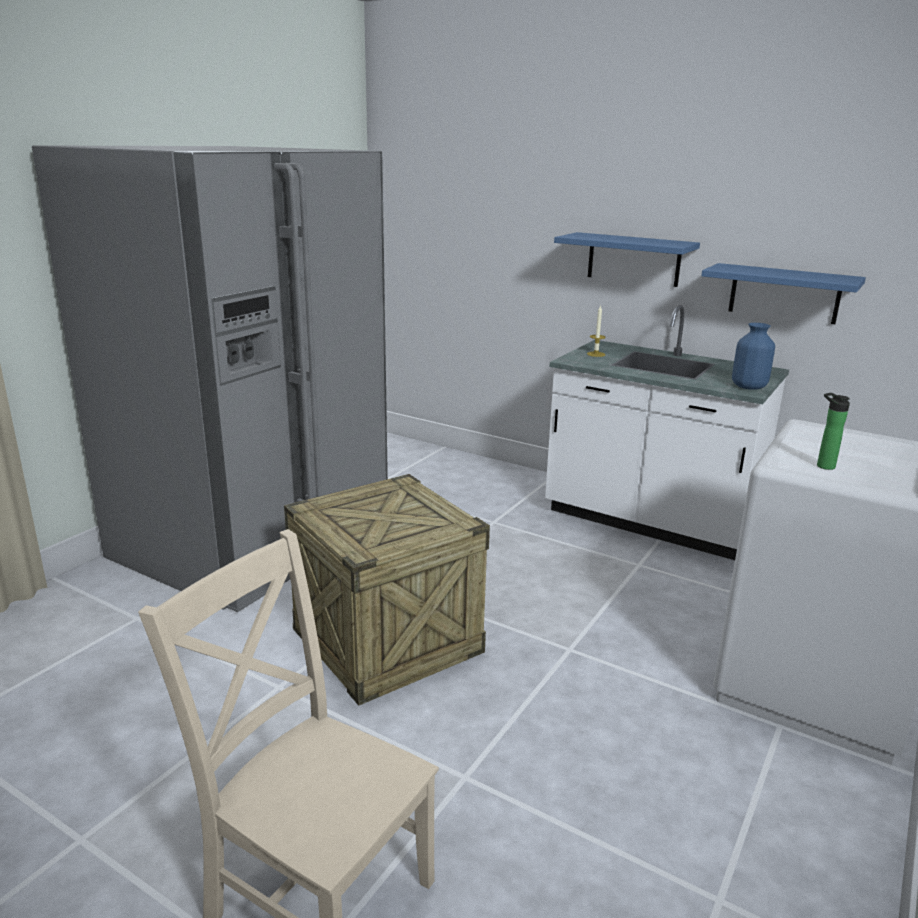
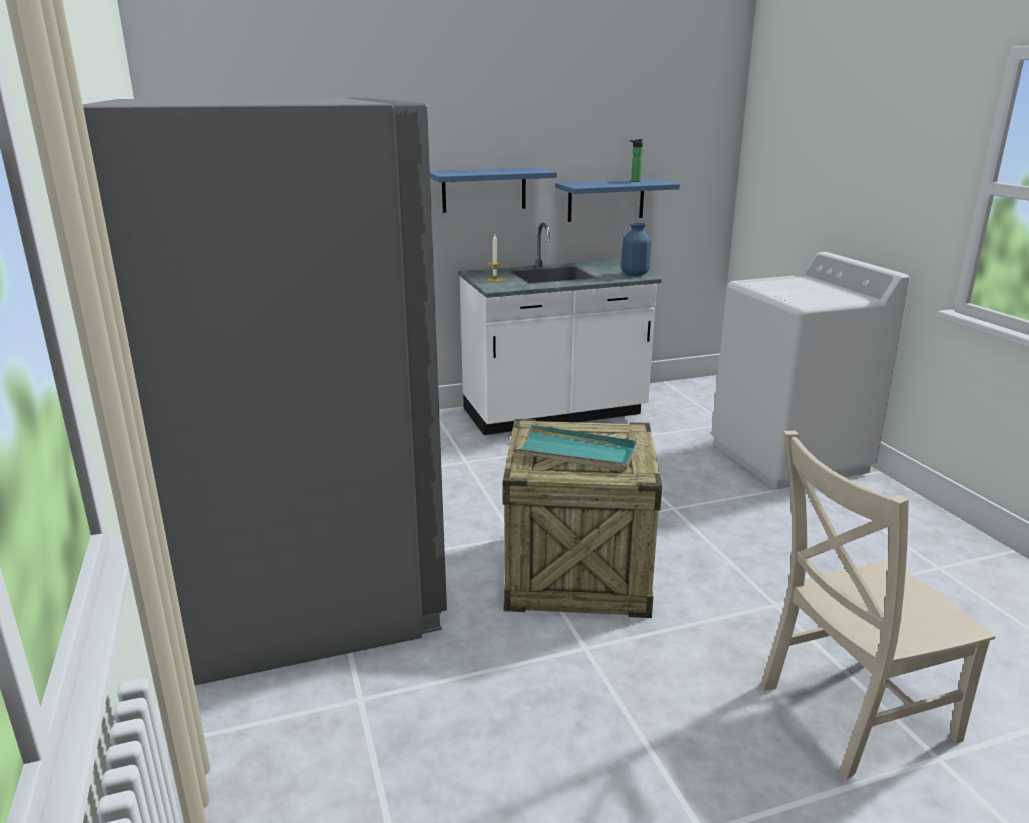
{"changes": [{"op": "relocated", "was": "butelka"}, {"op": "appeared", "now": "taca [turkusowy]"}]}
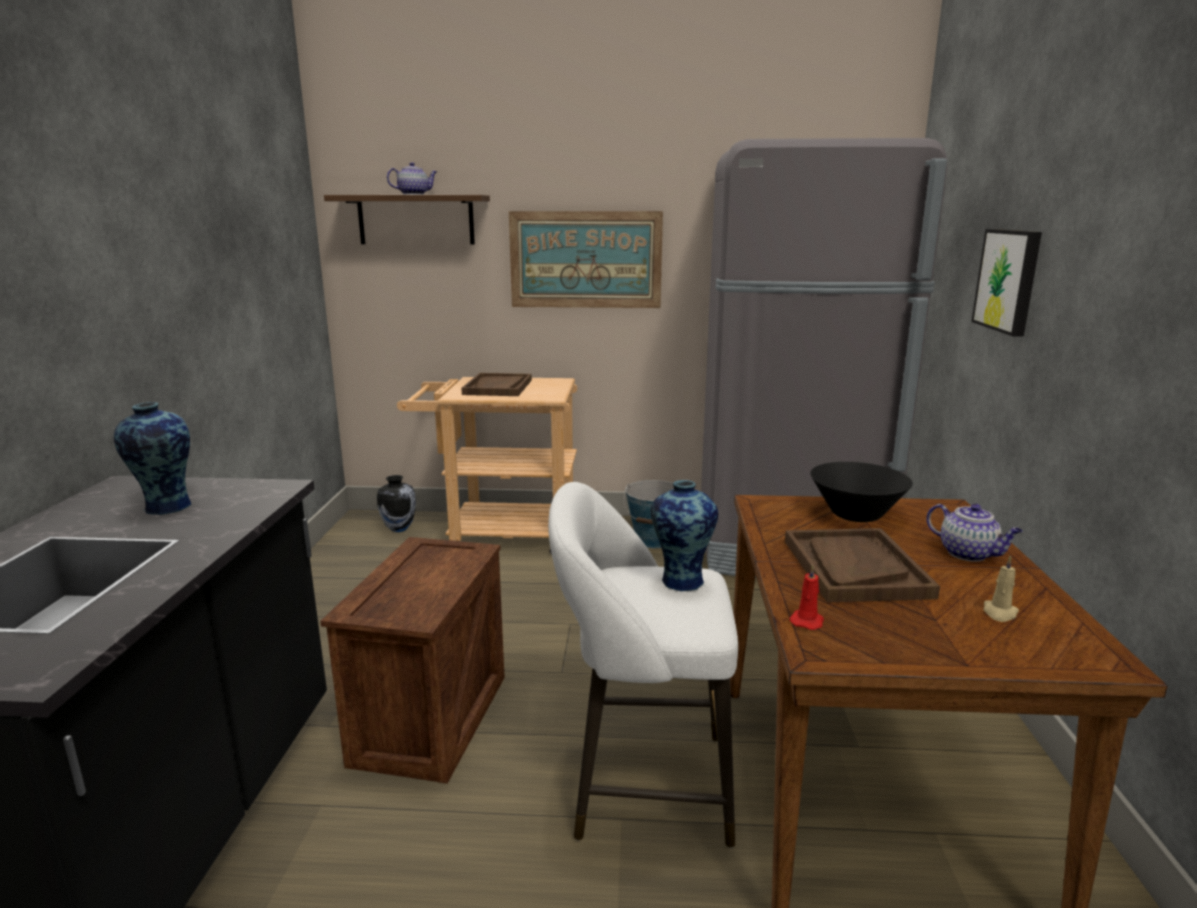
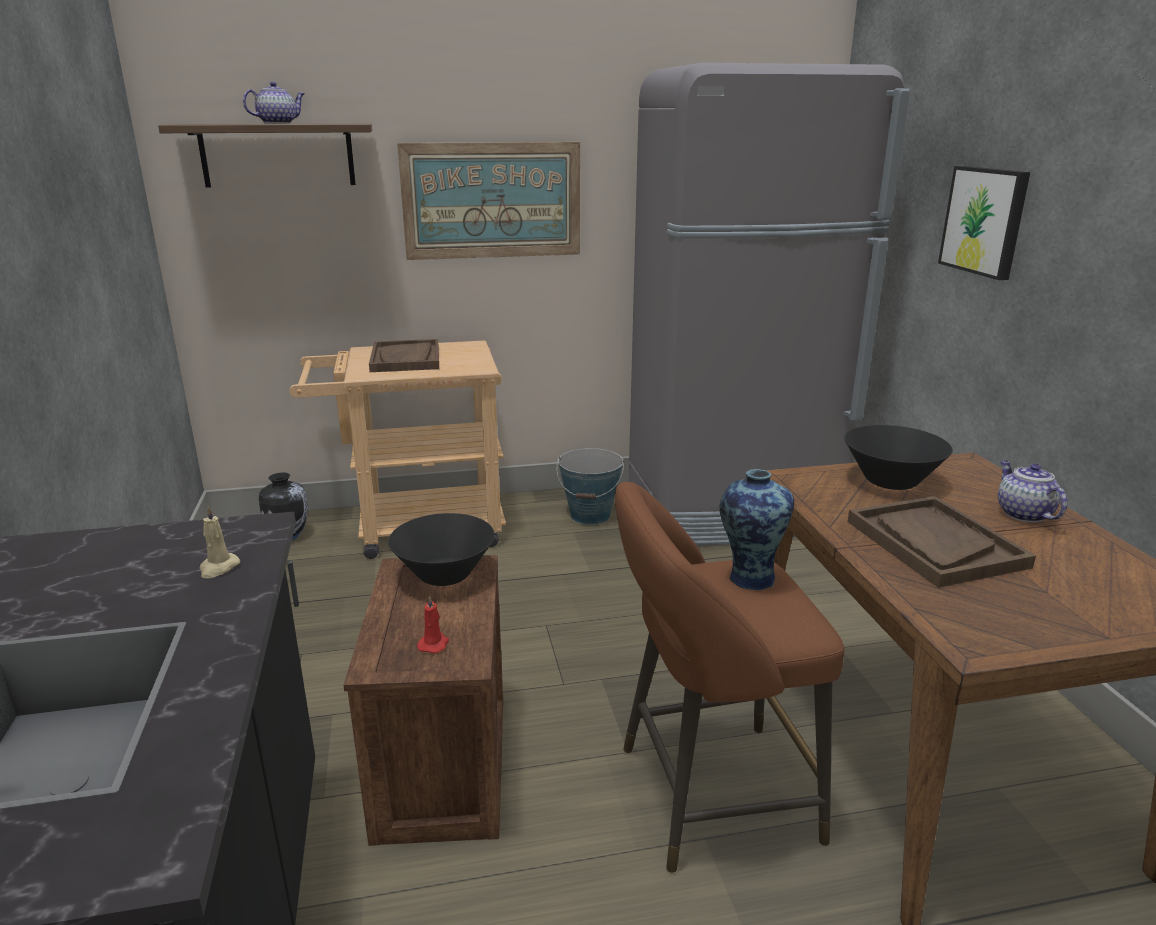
{"changes": [{"op": "missing", "was": "wazon (no. 1 from left)"}, {"op": "colour", "was": "stołek [biały]", "now": "stołek [brązowy]"}, {"op": "relocated", "was": "świeca [czerwony]"}, {"op": "spun", "was": "imbryk (no. 2 from left)", "clockwise": -135}, {"op": "relocated", "was": "świeca [beżowy]"}, {"op": "appeared", "now": "miska [czarny] (no. 1 from left)"}]}
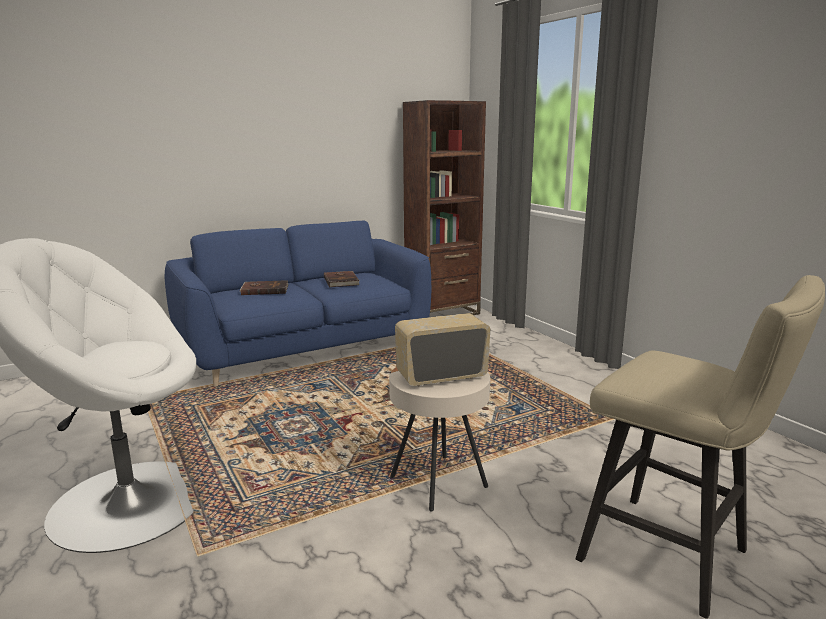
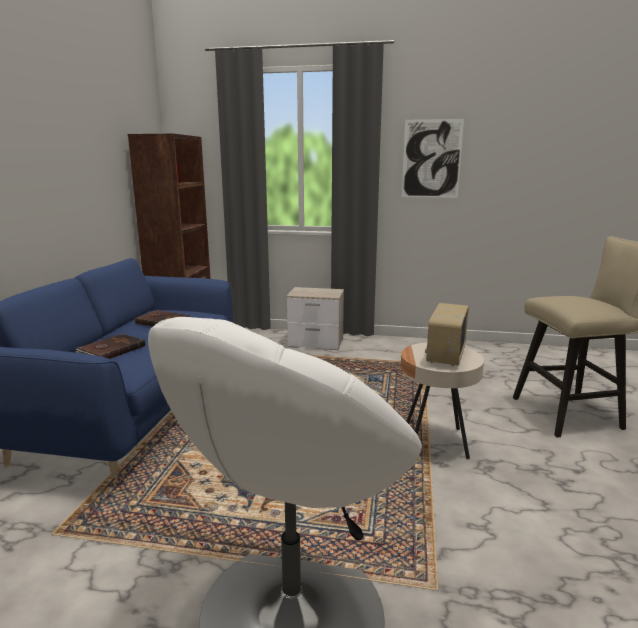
{"changes": [{"op": "appeared", "now": "szafka nocna"}, {"op": "appeared", "now": "obraz"}]}
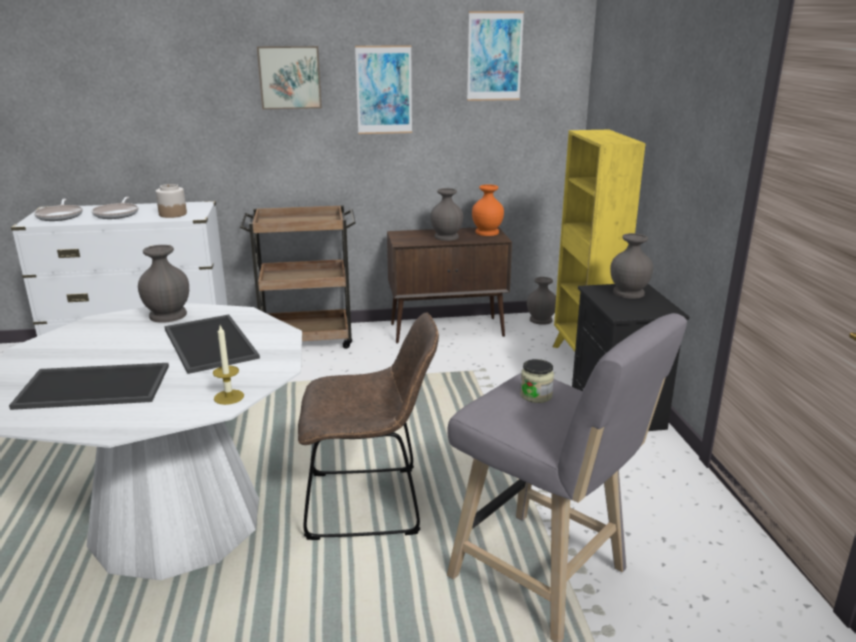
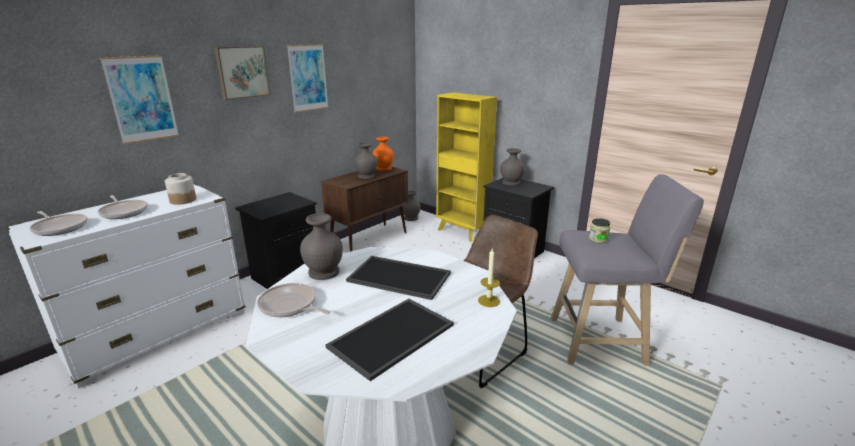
{"changes": [{"op": "exchanged", "was": "wózek [brązowy]", "now": "szafka nocna [czarny] (no. 1 from left)"}, {"op": "relocated", "was": "obraz (no. 3 from left in the first image)", "now": "obraz (no. 1 from left)"}, {"op": "appeared", "now": "patelnia (no. 3 from left)"}]}
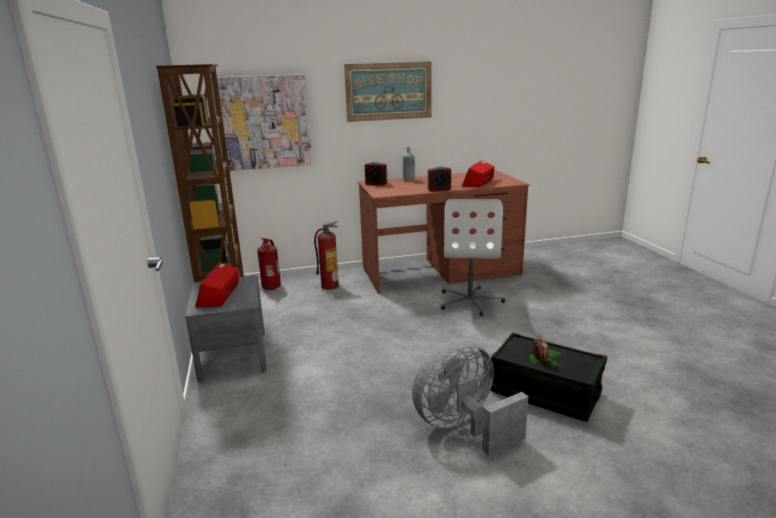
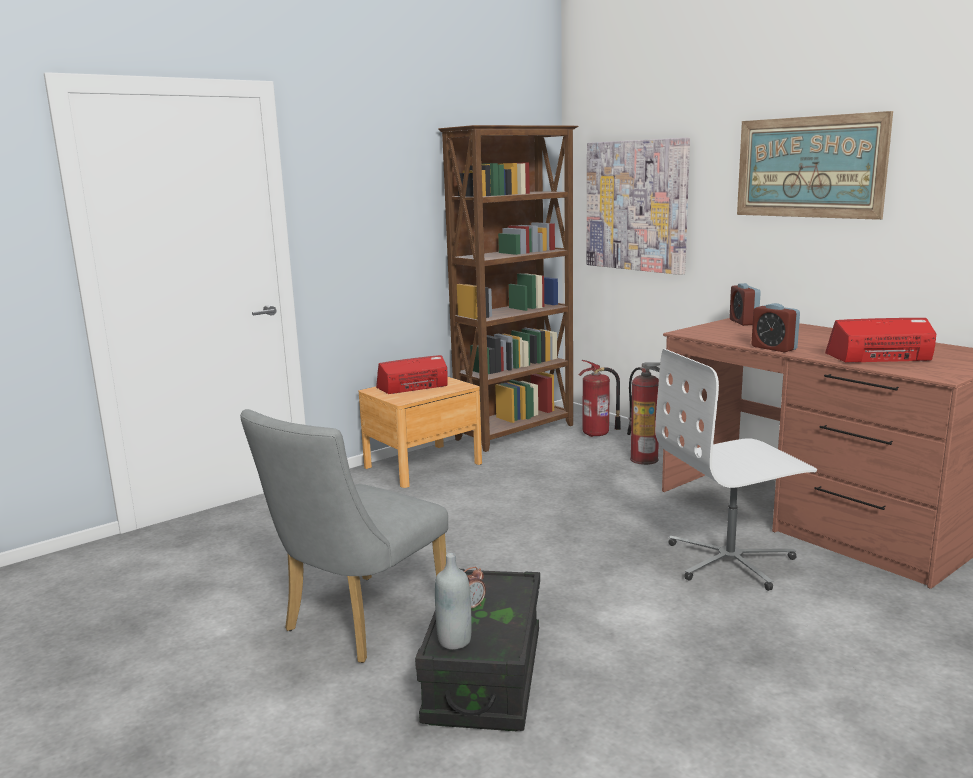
{"changes": [{"op": "colour", "was": "szafka nocna [szary]", "now": "szafka nocna [brązowy]"}, {"op": "relocated", "was": "butelka [szary]"}, {"op": "exchanged", "was": "wentylator [szary]", "now": "krzesło [szary]"}]}
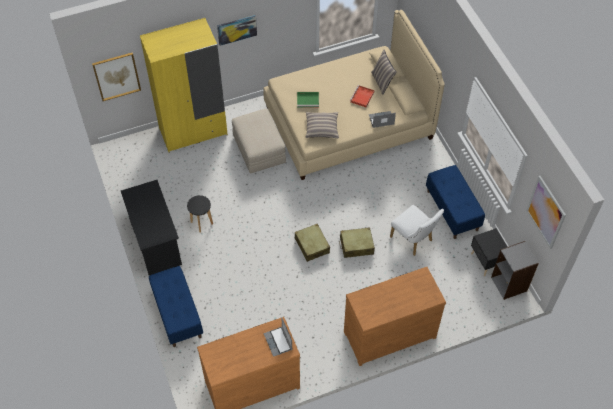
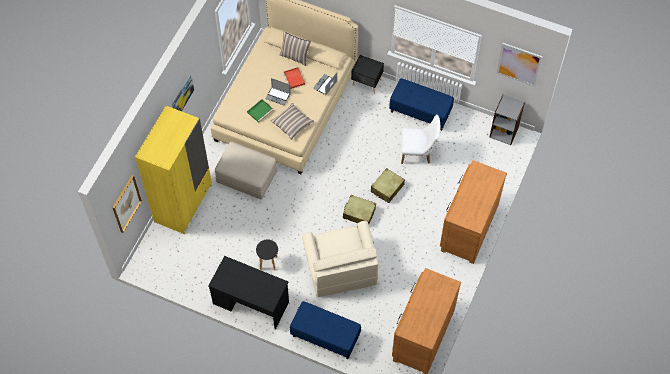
{"changes": [{"op": "relocated", "was": "laptop (no. 1 from left)"}, {"op": "relocated", "was": "szafka nocna [czarny]"}, {"op": "appeared", "now": "fotel [beżowy]"}]}
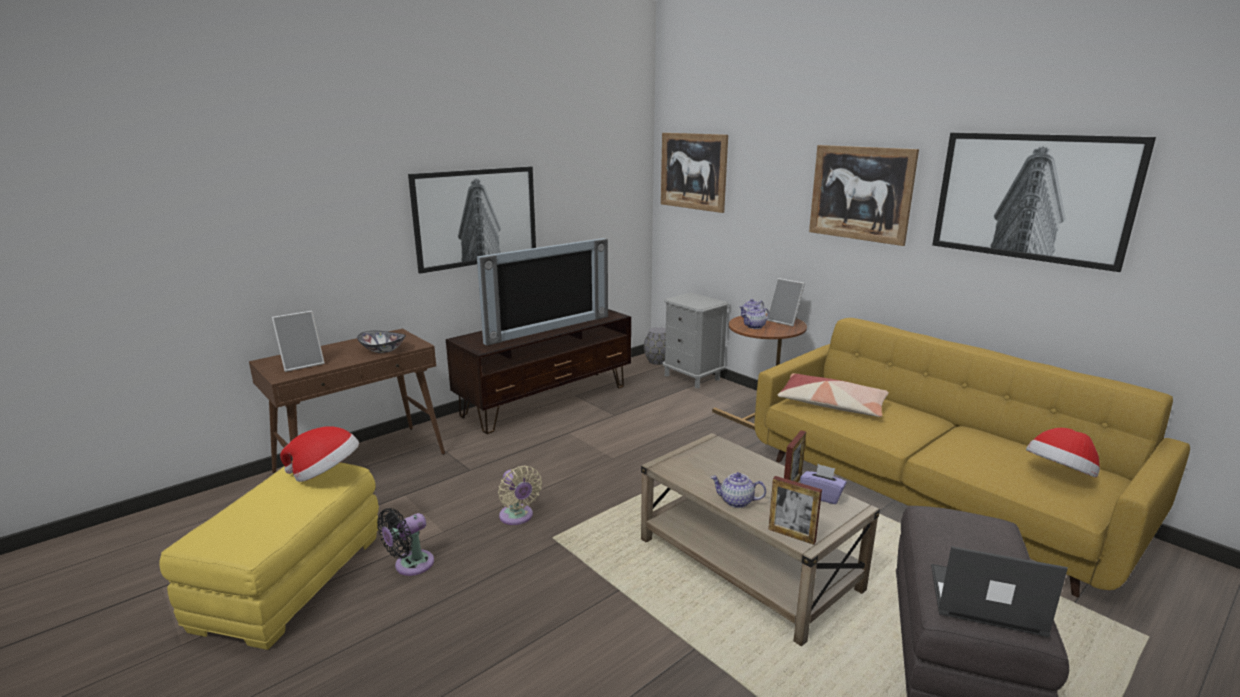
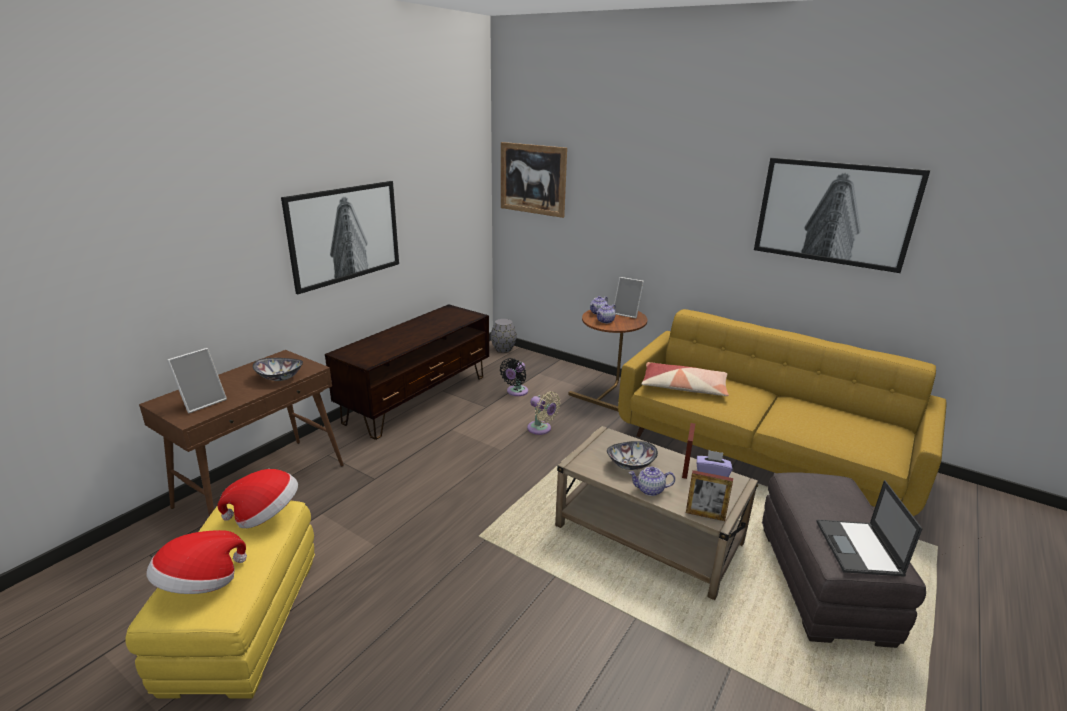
{"changes": [{"op": "relocated", "was": "wentylator [czarny]"}, {"op": "missing", "was": "telewizor"}, {"op": "relocated", "was": "wentylator [beżowy]"}, {"op": "missing", "was": "szafka nocna [szary]"}, {"op": "missing", "was": "obraz (no. 3 from left)"}, {"op": "spun", "was": "laptop", "clockwise": -90}, {"op": "relocated", "was": "kapelusz (no. 2 from left in the first image)", "now": "kapelusz (no. 1 from left)"}, {"op": "appeared", "now": "miska (no. 2 from left)"}]}
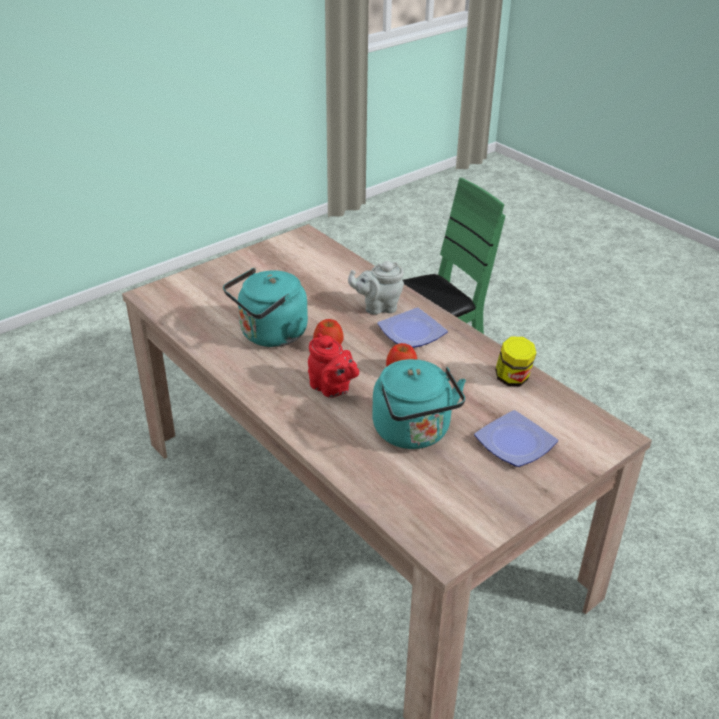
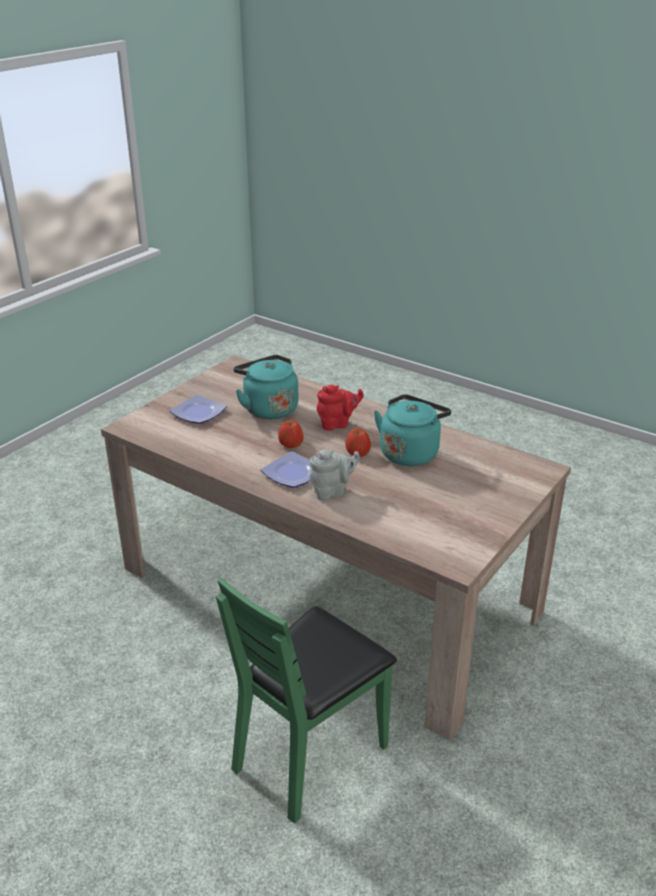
{"changes": [{"op": "spun", "was": "imbryk [czerwony]", "clockwise": 135}, {"op": "missing", "was": "słoik"}]}
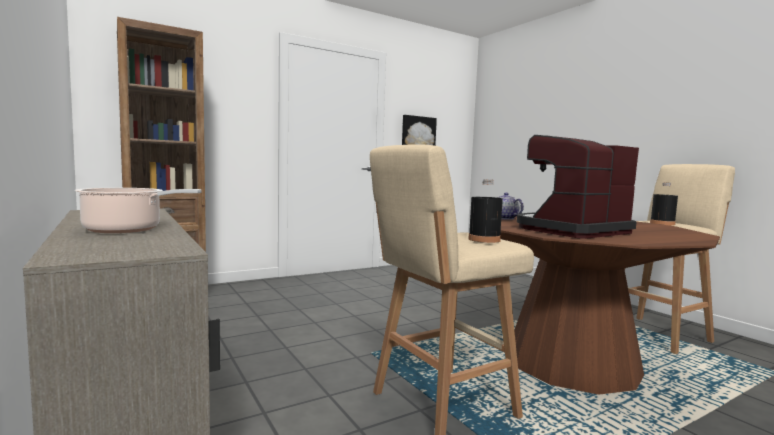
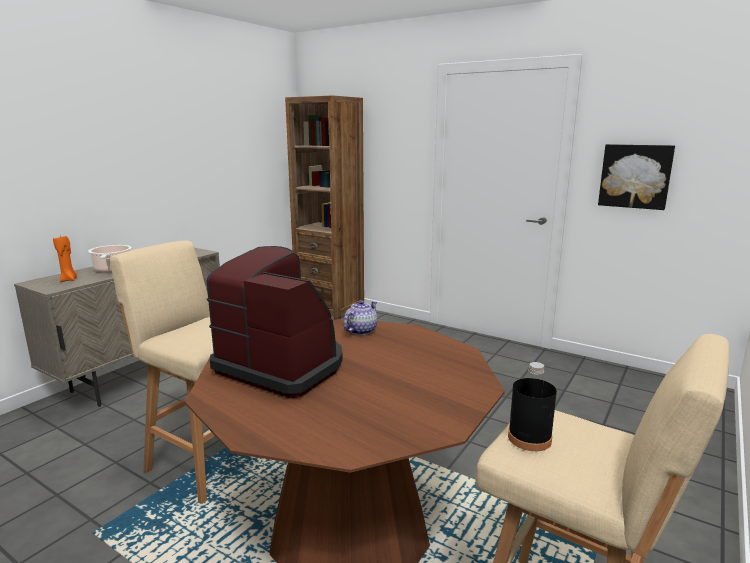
{"changes": [{"op": "missing", "was": "butelka [czarny] (no. 1 from left)"}, {"op": "appeared", "now": "świeca [pomarańczowy]"}]}
